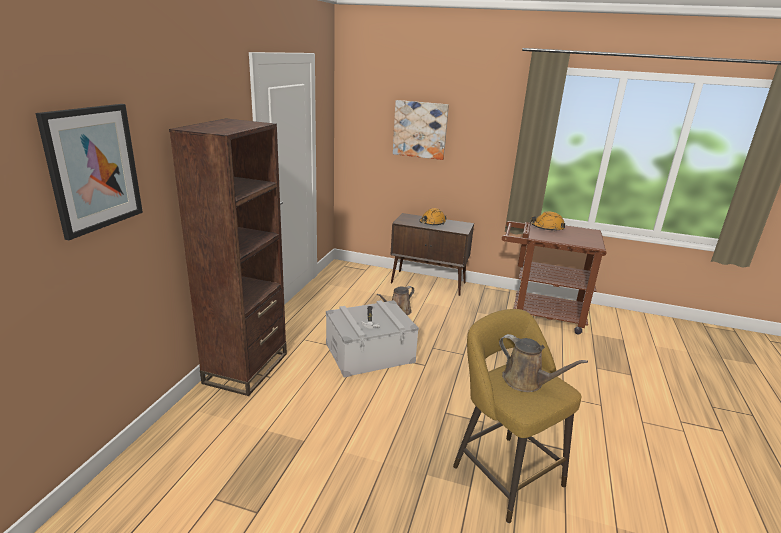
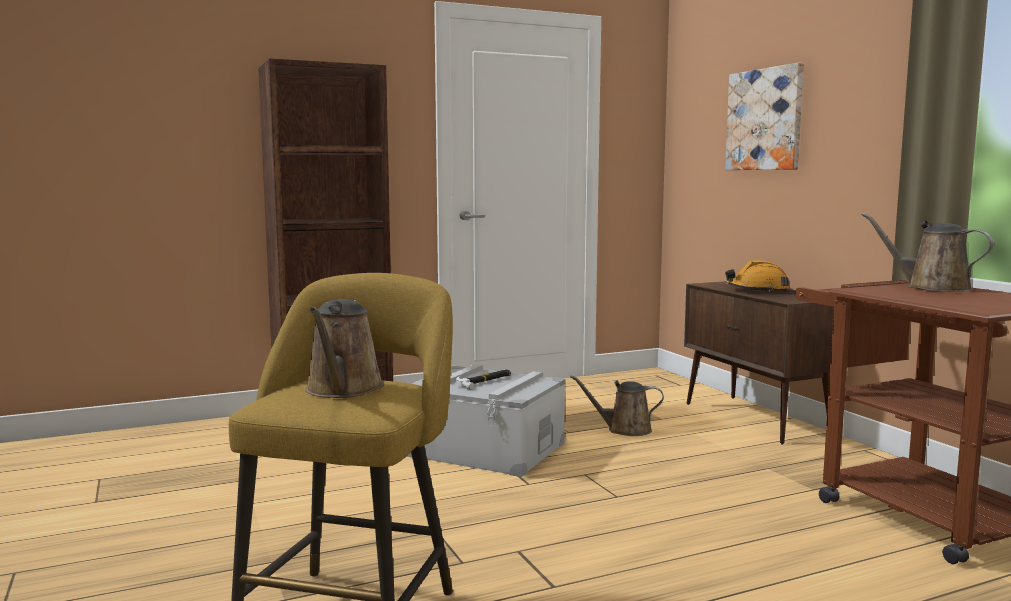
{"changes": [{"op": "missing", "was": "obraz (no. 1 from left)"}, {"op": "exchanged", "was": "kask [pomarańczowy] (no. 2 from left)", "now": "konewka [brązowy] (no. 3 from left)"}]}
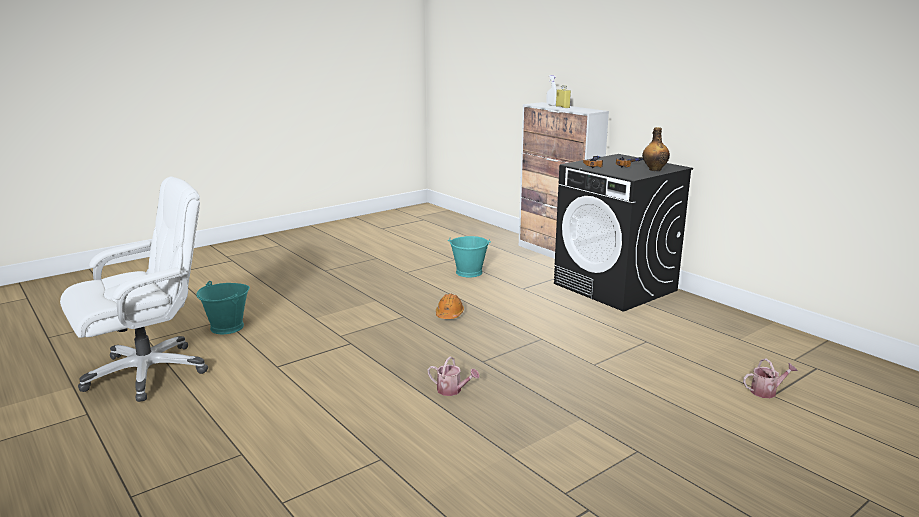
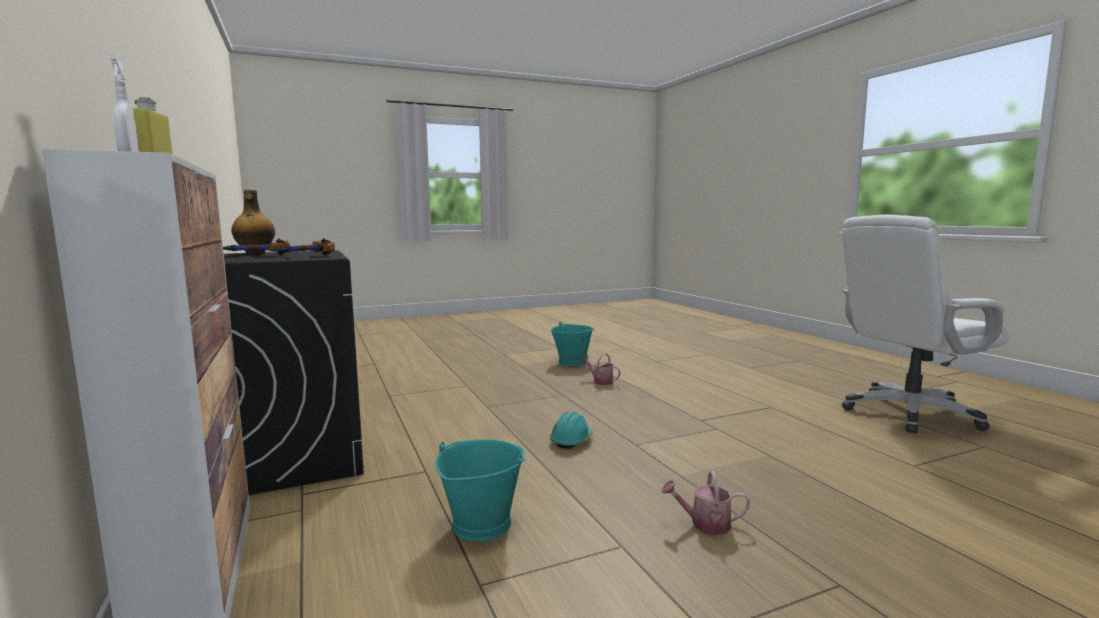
{"changes": [{"op": "relocated", "was": "wiadro [turkusowy] (no. 1 from left in the first image)", "now": "wiadro [turkusowy] (no. 2 from left)"}, {"op": "colour", "was": "kask [pomarańczowy]", "now": "kask [turkusowy]"}, {"op": "relocated", "was": "konewka (no. 2 from left)"}]}
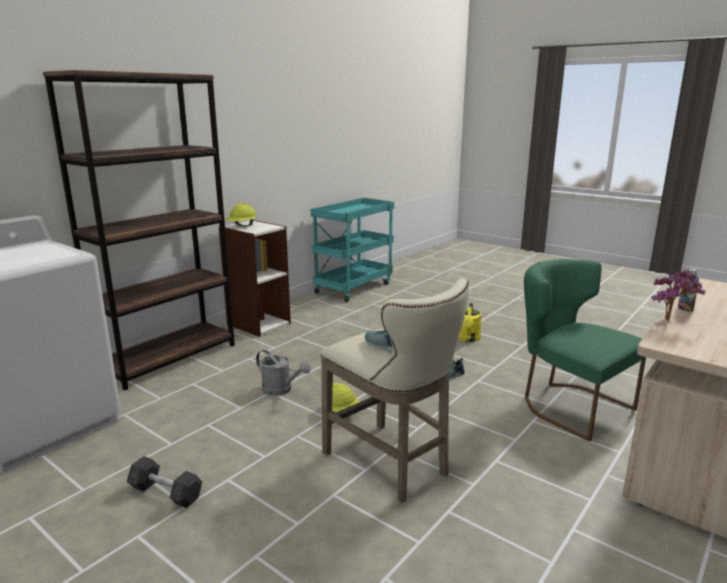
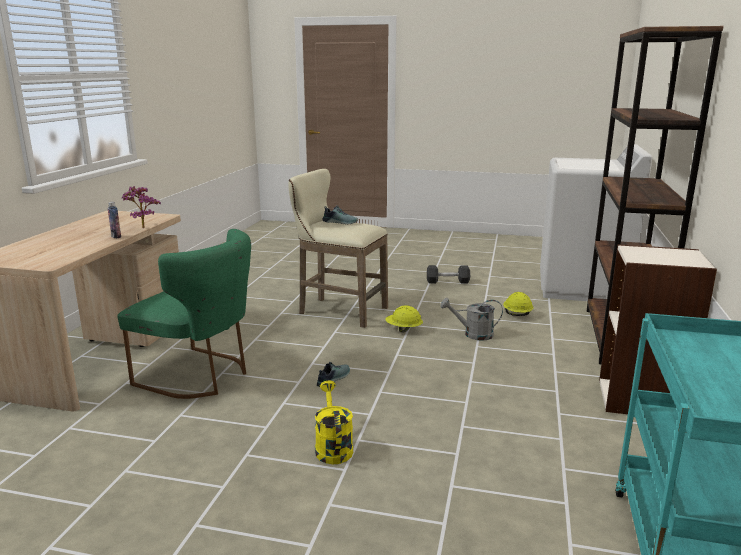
{"changes": [{"op": "relocated", "was": "kask [żółty] (no. 1 from left in the first image)", "now": "kask [żółty] (no. 2 from left)"}]}
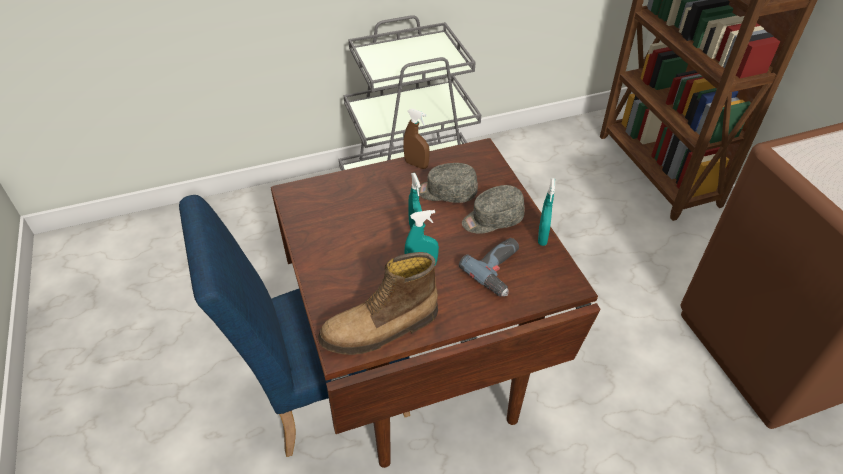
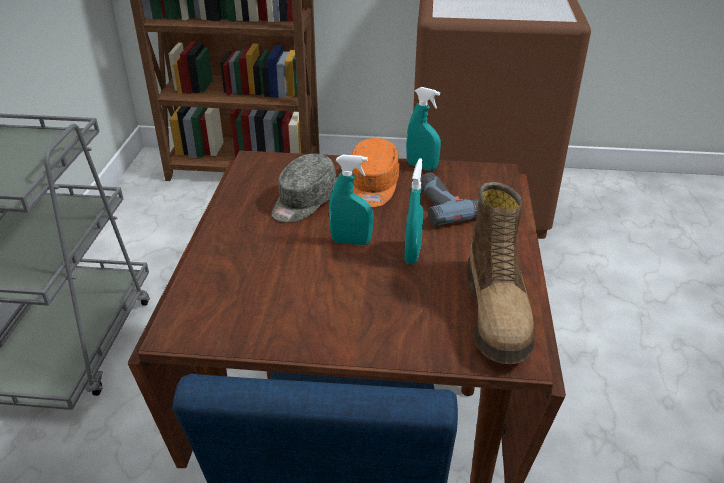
{"changes": [{"op": "missing", "was": "spryskiwacz [brązowy]"}, {"op": "colour", "was": "czapka z daszkiem [szary] (no. 2 from left)", "now": "czapka z daszkiem [pomarańczowy]"}]}
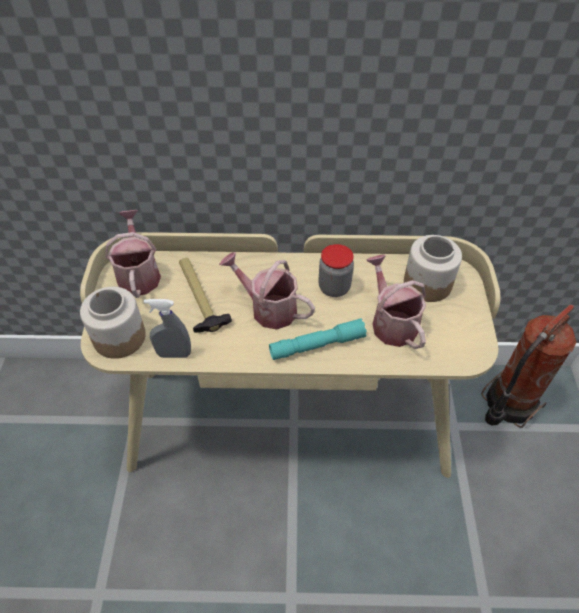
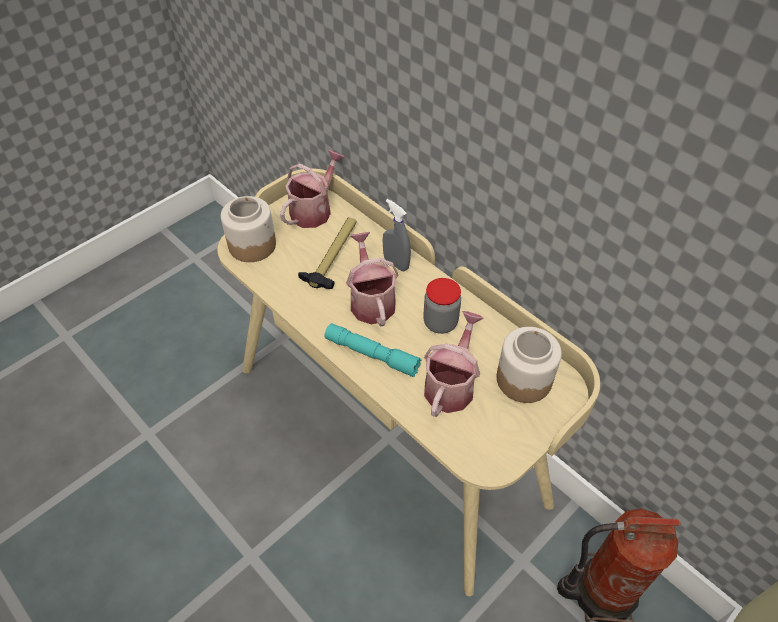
{"changes": [{"op": "relocated", "was": "spryskiwacz [szary]"}]}
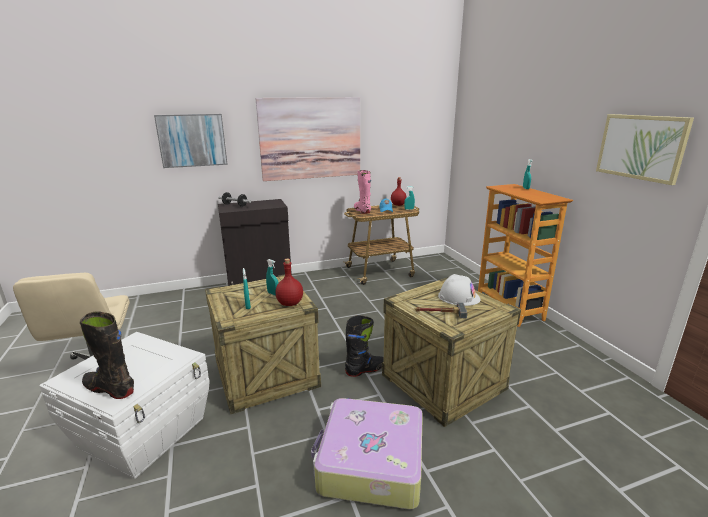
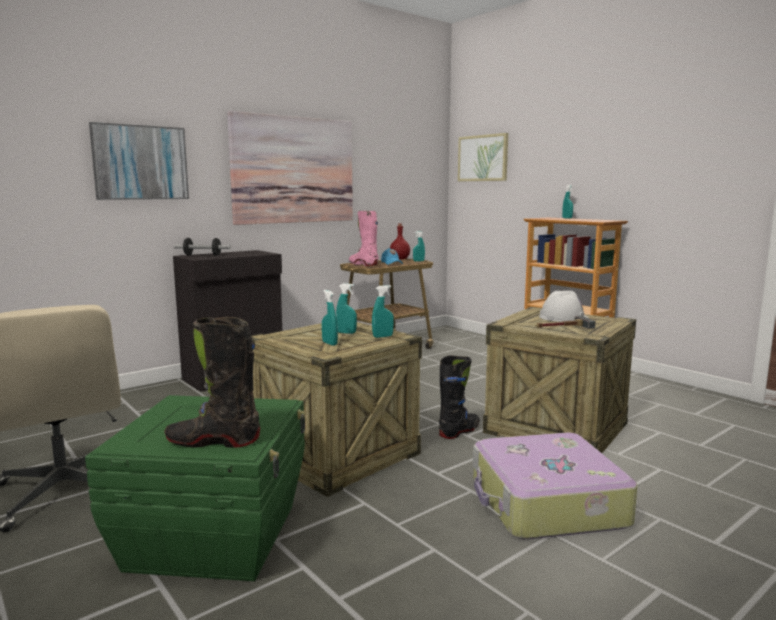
{"changes": [{"op": "colour", "was": "pojemnik do przechowywania [biały]", "now": "pojemnik do przechowywania [zielony]"}, {"op": "exchanged", "was": "butelka [czerwony] (no. 1 from left)", "now": "spryskiwacz [turkusowy] (no. 3 from left)"}, {"op": "relocated", "was": "obraz (no. 3 from left)"}]}
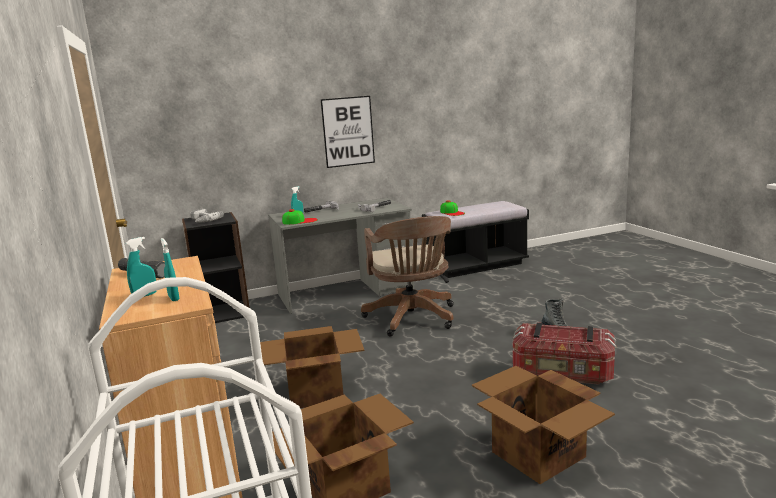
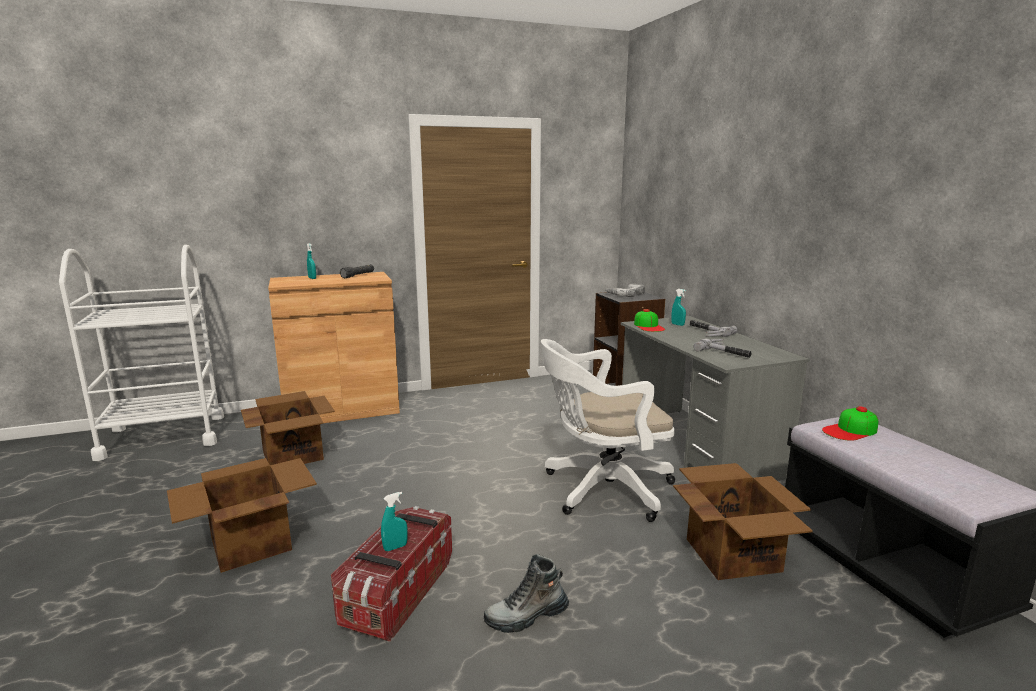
{"changes": [{"op": "relocated", "was": "spryskiwacz [turkusowy] (no. 2 from left)"}, {"op": "relocated", "was": "karton (no. 1 from left in the first image)", "now": "karton (no. 3 from left)"}, {"op": "missing", "was": "obraz"}, {"op": "colour", "was": "krzesło biurowe [brązowy]", "now": "krzesło biurowe [biały]"}]}
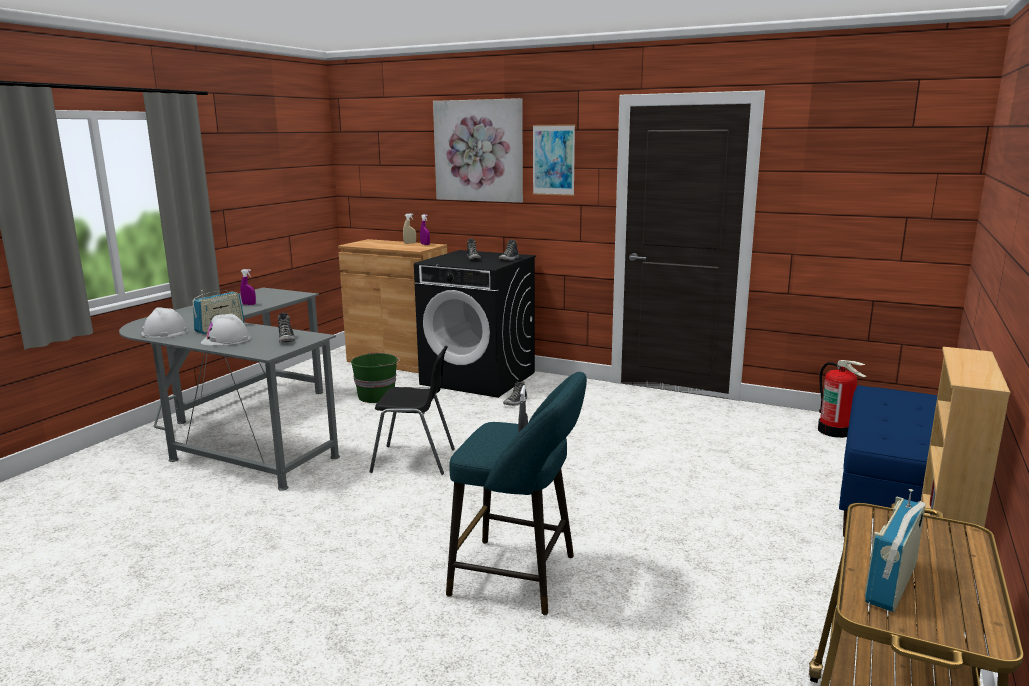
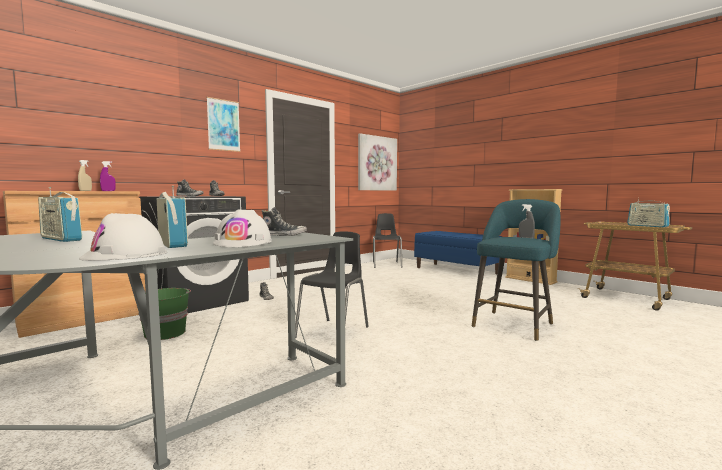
{"changes": [{"op": "exchanged", "was": "spryskiwacz [fioletowy] (no. 1 from left)", "now": "radio (no. 1 from left)"}, {"op": "relocated", "was": "obraz (no. 1 from left in the first image)", "now": "obraz (no. 2 from left)"}, {"op": "exchanged", "was": "gaśnica", "now": "krzesło [czarny] (no. 2 from left)"}]}
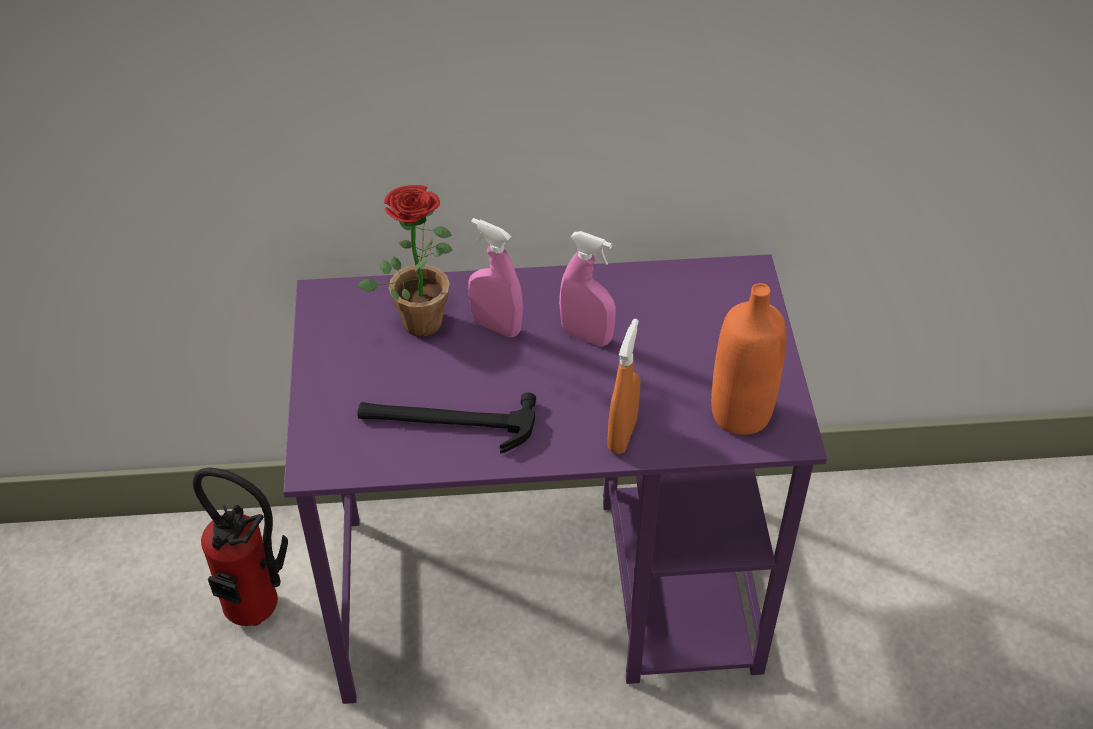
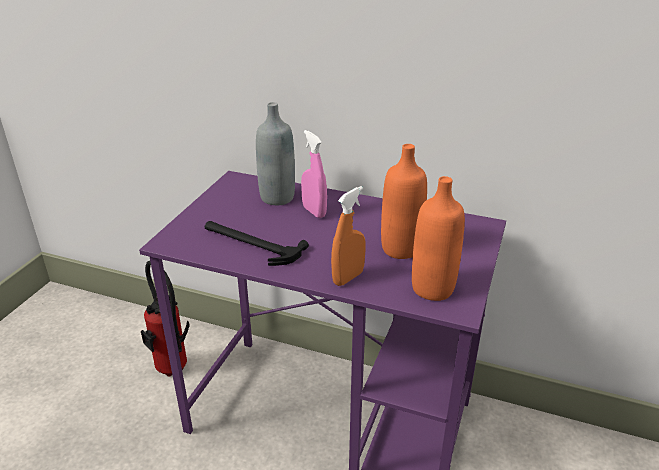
{"changes": [{"op": "exchanged", "was": "roślina doniczkowa", "now": "butelka [szary]"}, {"op": "missing", "was": "spryskiwacz [różowy] (no. 2 from left)"}, {"op": "appeared", "now": "butelka [pomarańczowy] (no. 1 from left)"}]}
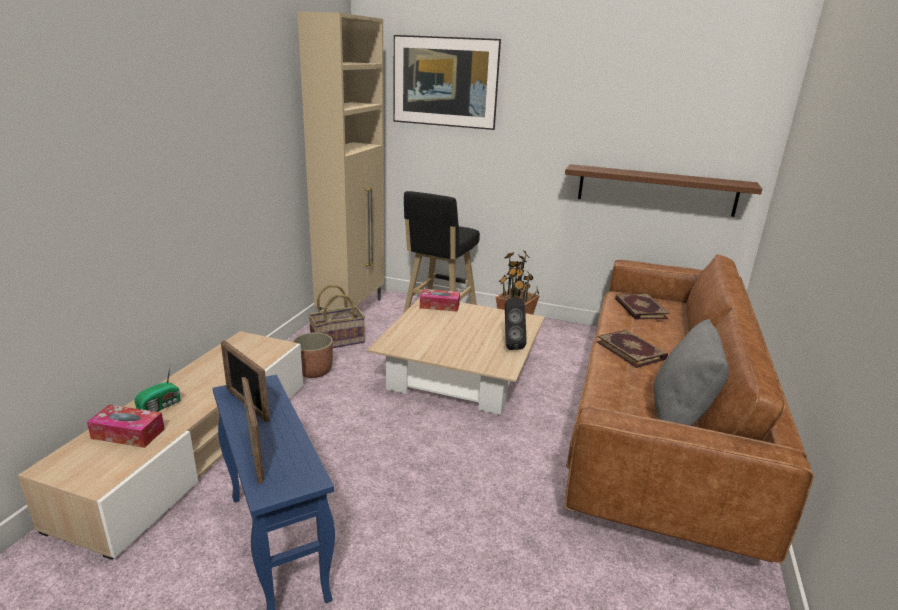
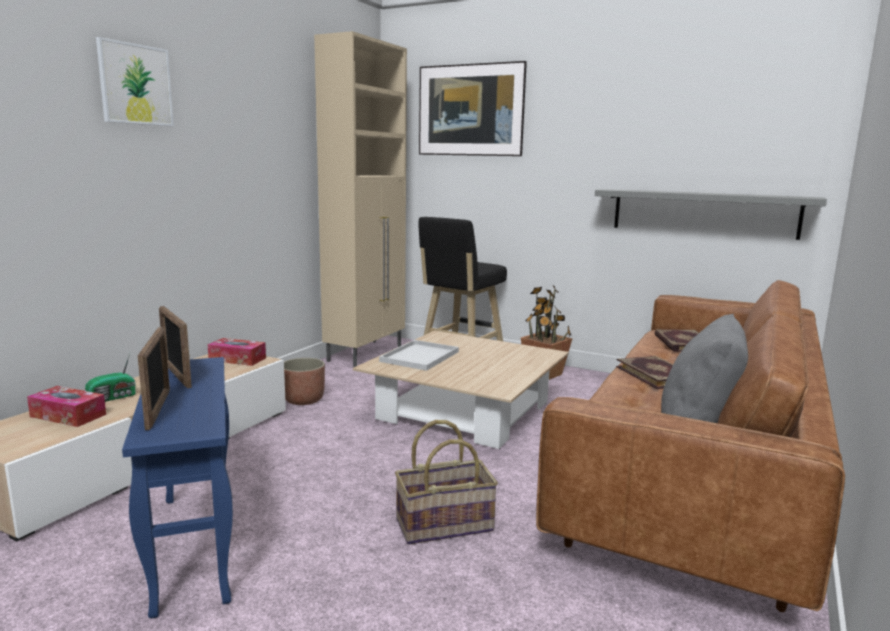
{"changes": [{"op": "relocated", "was": "koszyk"}, {"op": "relocated", "was": "pudełko chusteczek (no. 2 from left)"}, {"op": "missing", "was": "głośnik [czarny]"}, {"op": "colour", "was": "półka [brązowy]", "now": "półka [szary]"}, {"op": "appeared", "now": "obraz (no. 1 from left)"}, {"op": "appeared", "now": "taca [biały]"}]}
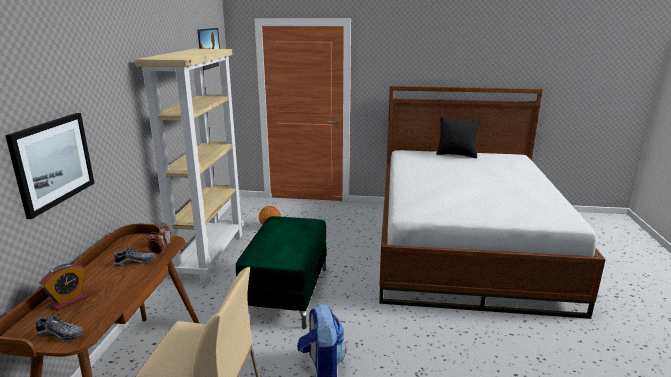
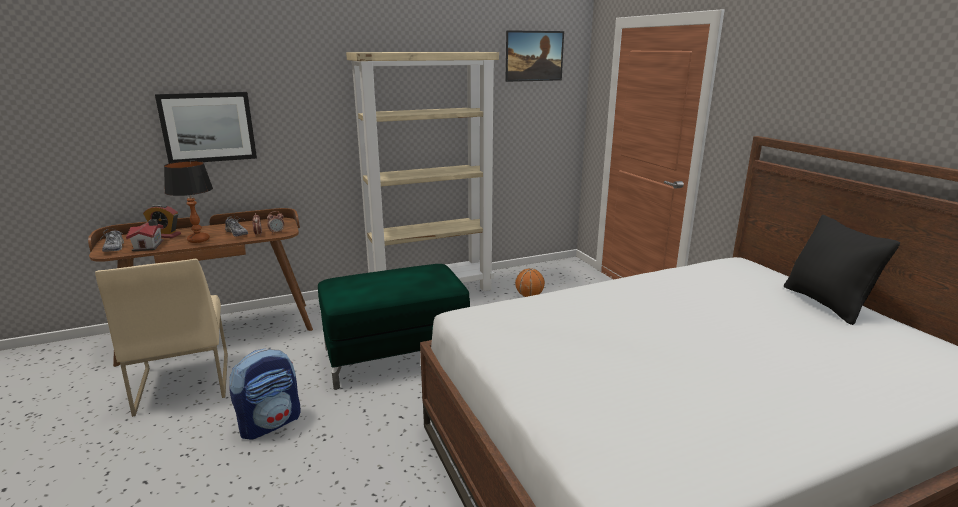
{"changes": [{"op": "appeared", "now": "domek"}, {"op": "appeared", "now": "lampa stołowa"}]}
